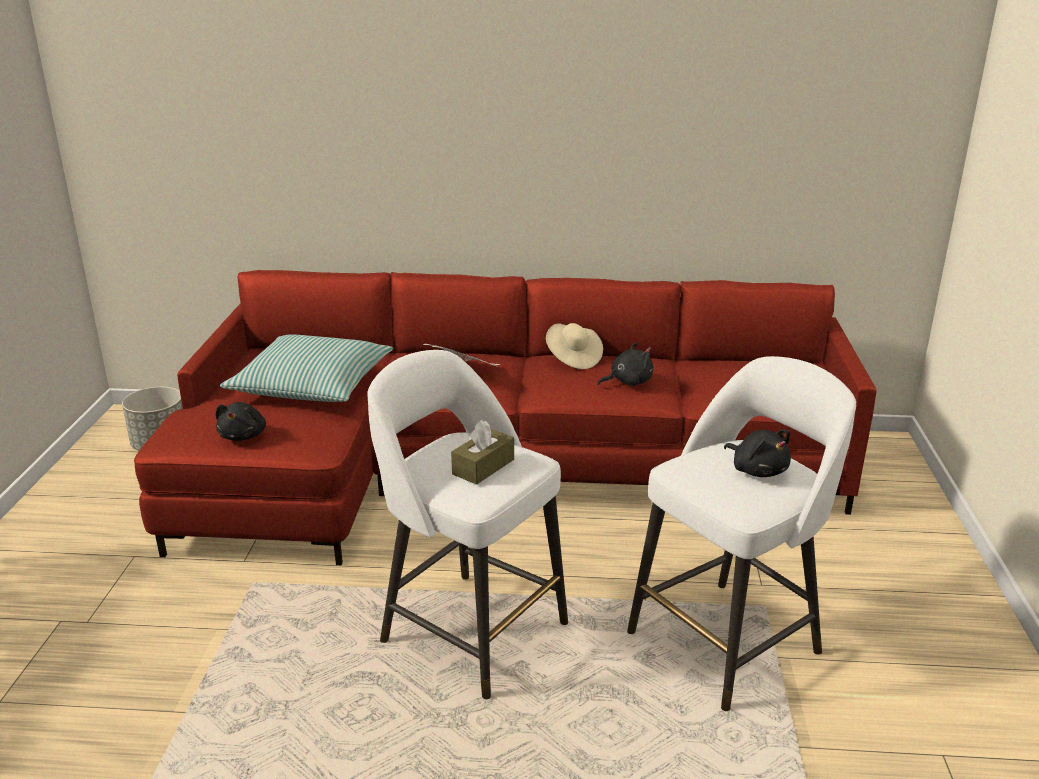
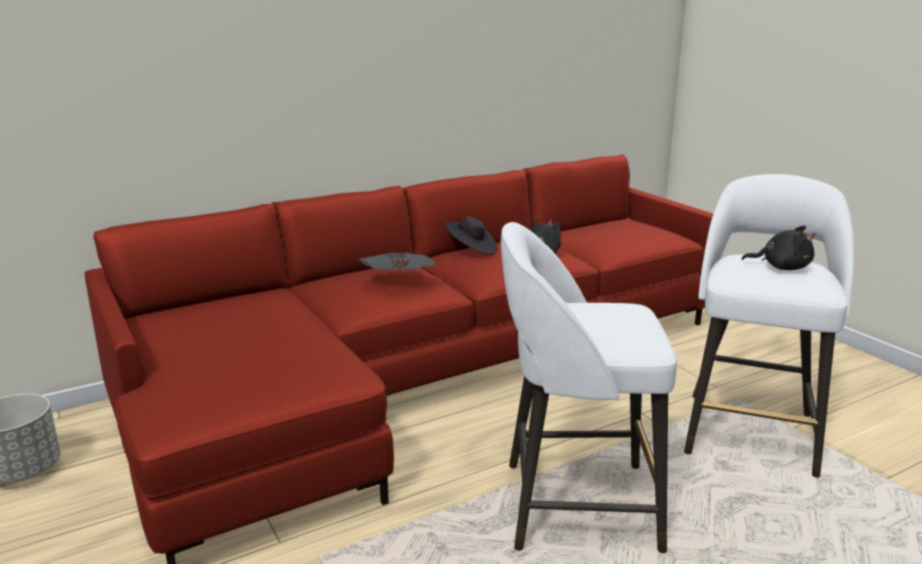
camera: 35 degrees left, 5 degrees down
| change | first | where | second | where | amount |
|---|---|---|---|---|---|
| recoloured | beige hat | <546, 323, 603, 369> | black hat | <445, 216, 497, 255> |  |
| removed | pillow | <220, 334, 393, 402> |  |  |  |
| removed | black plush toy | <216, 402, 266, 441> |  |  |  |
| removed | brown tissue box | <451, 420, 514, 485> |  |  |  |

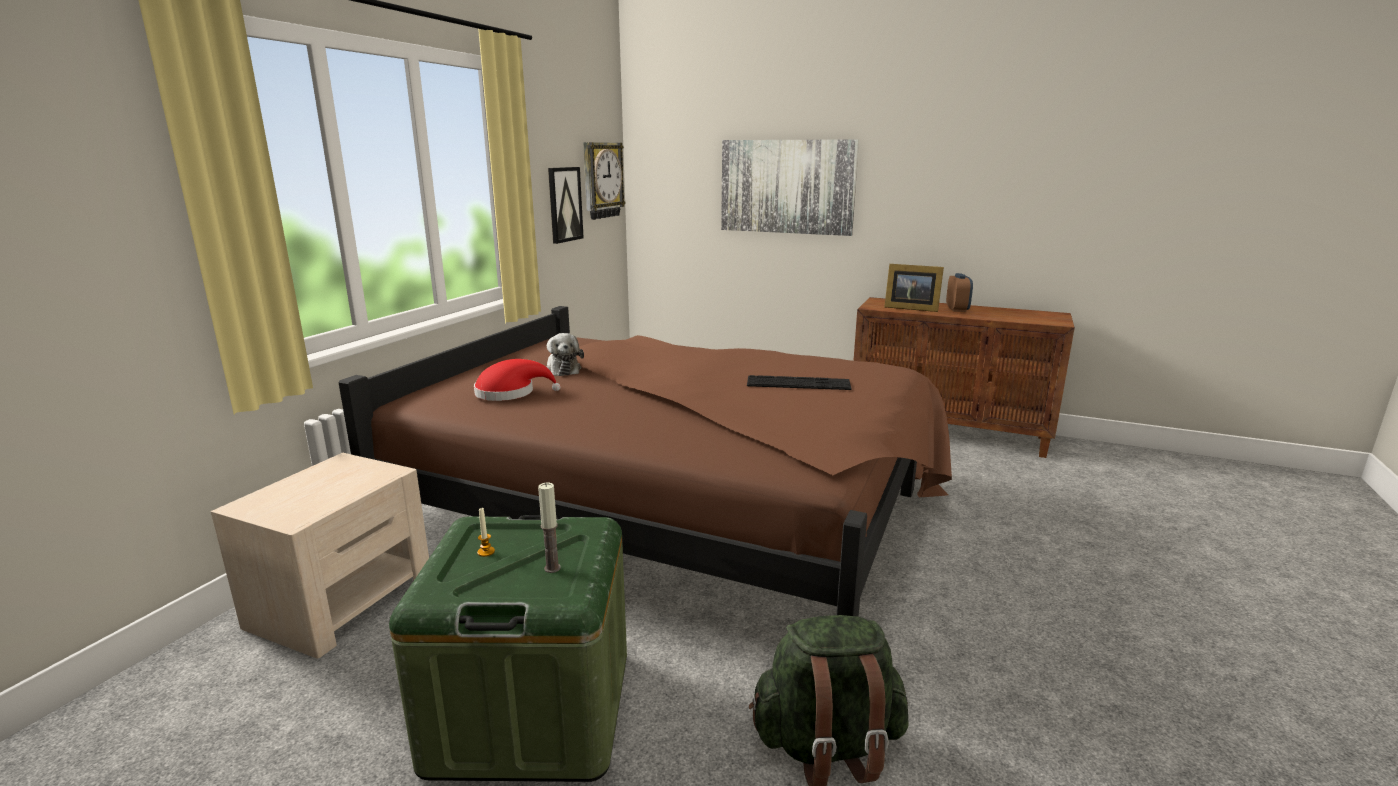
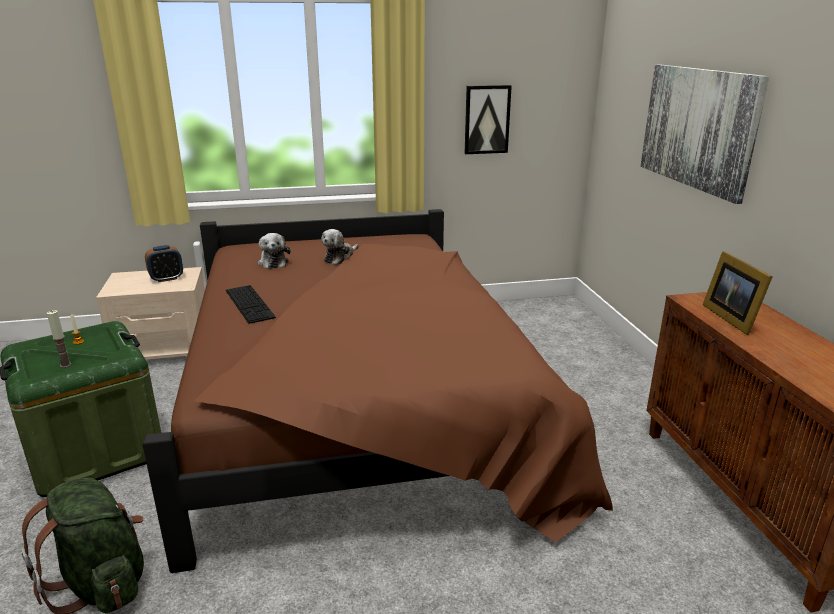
camera: 55 degrees right, 5 degrees up
| change | first | where | second | where | amount |
|---|---|---|---|---|---|
| removed | wall clock | <583, 142, 625, 220> |  |  |  |
| moved | alarm clock | <946, 273, 973, 312> |  | <145, 245, 183, 282> |  |
| replaced | red hat | <474, 359, 561, 401> | plush toy | <258, 233, 291, 269> |  |
| moved | keyboard | <747, 375, 852, 390> |  | <226, 285, 276, 324> |  |

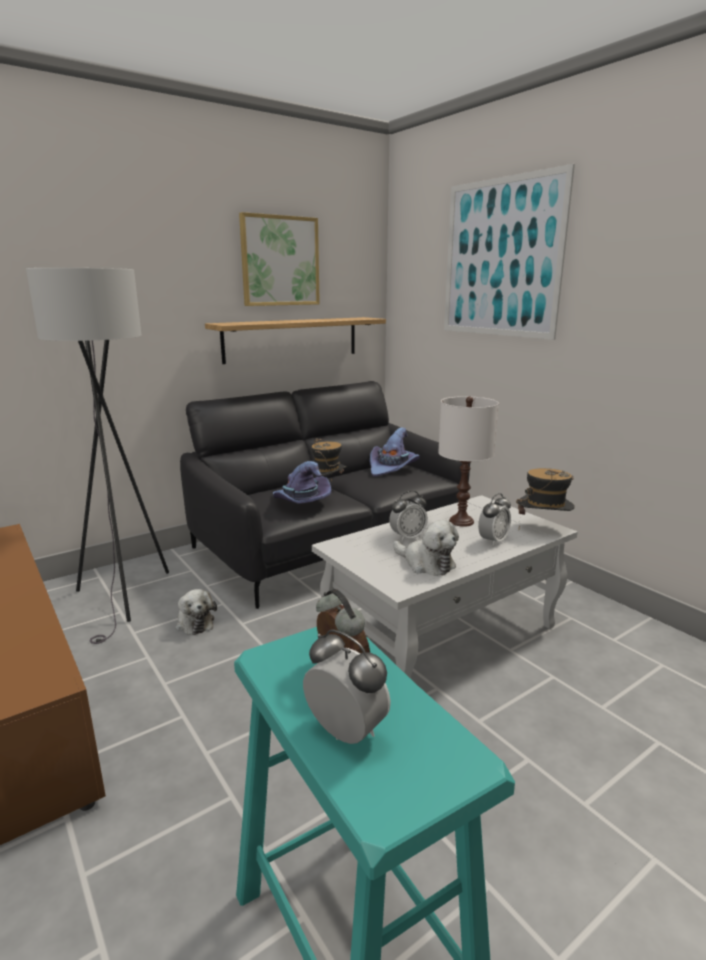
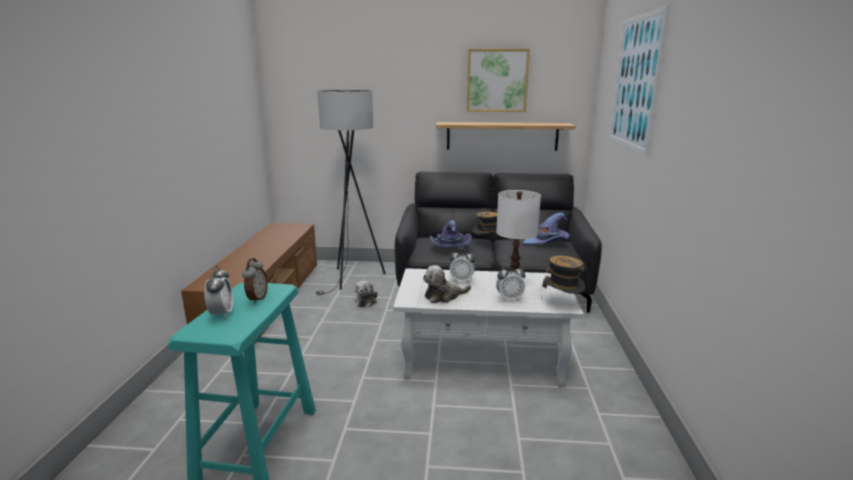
camera: 40 degrees right, 0 degrees up
| change | first | where | second | where | amount |
|---|---|---|---|---|---|
| turned | plush toy | <393, 520, 459, 576> |  | <423, 265, 471, 303> | 75 degrees clockwise |

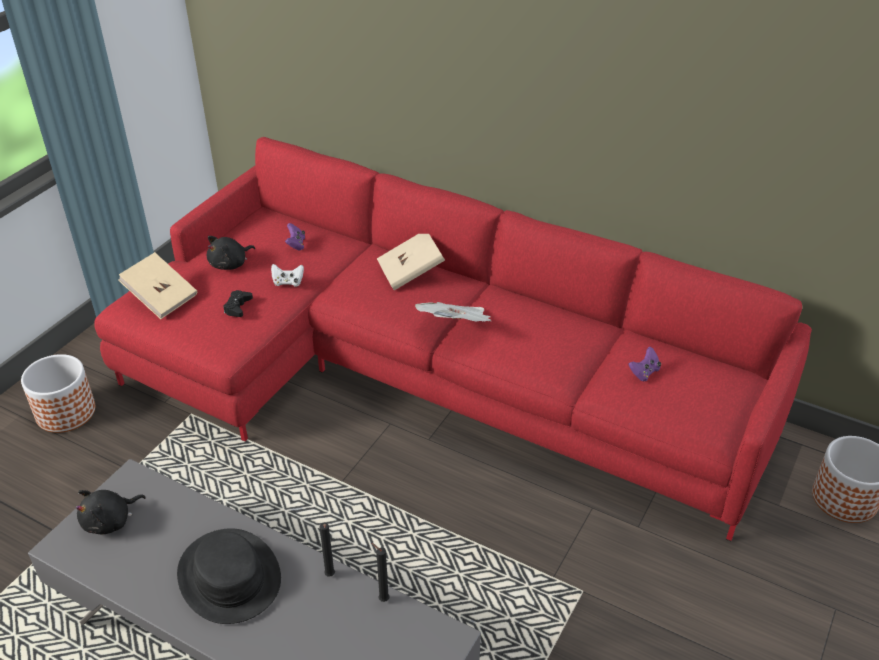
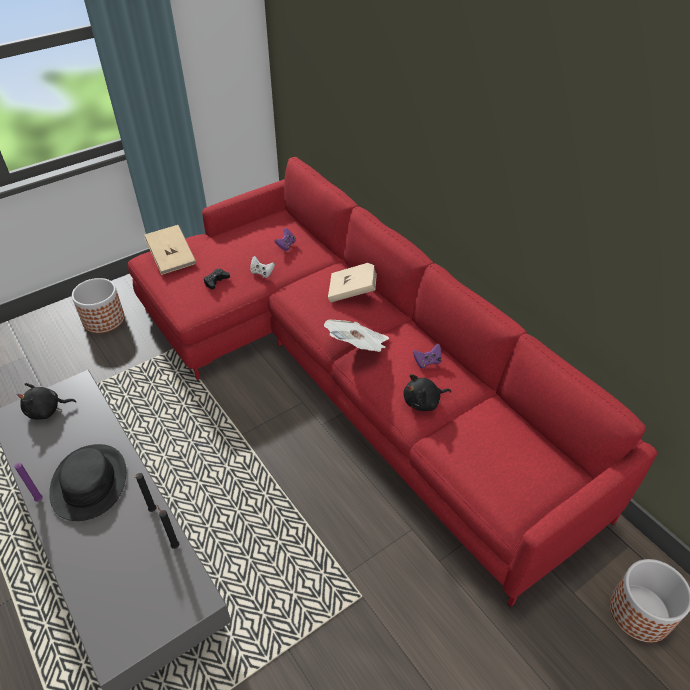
camera: 25 degrees right, 5 degrees up
| change | first | where | second | where | amount |
|---|---|---|---|---|---|
| moved | black plush toy | <207, 236, 255, 270> |  | <403, 374, 451, 411> |  |
| moved | purple game controller | <629, 347, 661, 381> |  | <413, 344, 442, 368> |  |
| added |  |  | purple candle | <14, 463, 43, 502> |  |

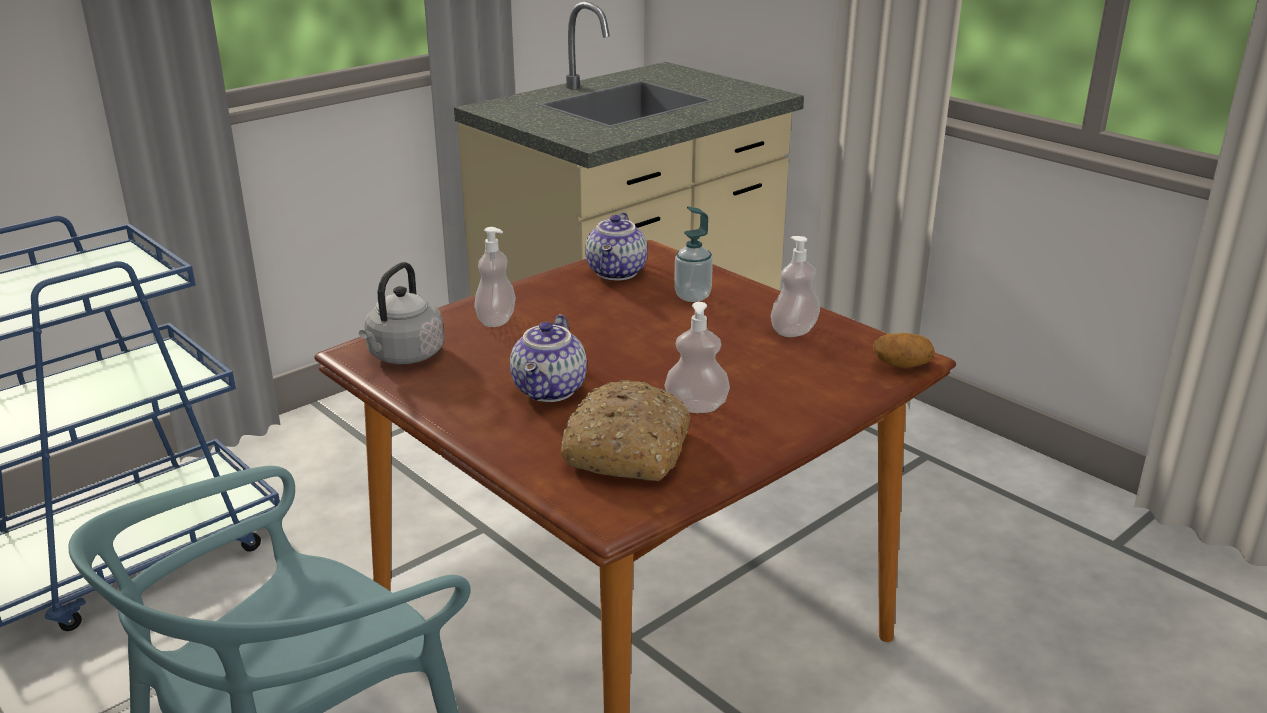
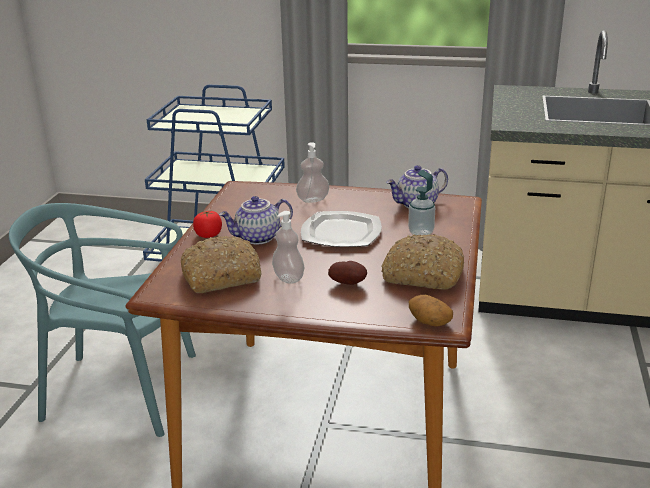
camera: 55 degrees right, 0 degrees up
| change | first | where | second | where | amount |
|---|---|---|---|---|---|
| replaced | soap dispenser | <771, 236, 820, 337> | bread | <381, 234, 464, 290> |  |
| removed | grey kettle | <359, 262, 444, 364> |  |  |  |
| added |  |  | tomato | <193, 210, 222, 238> |  |
| added |  |  | plate | <301, 211, 382, 247> |  |
| added |  |  | potato | <328, 261, 367, 285> |  |

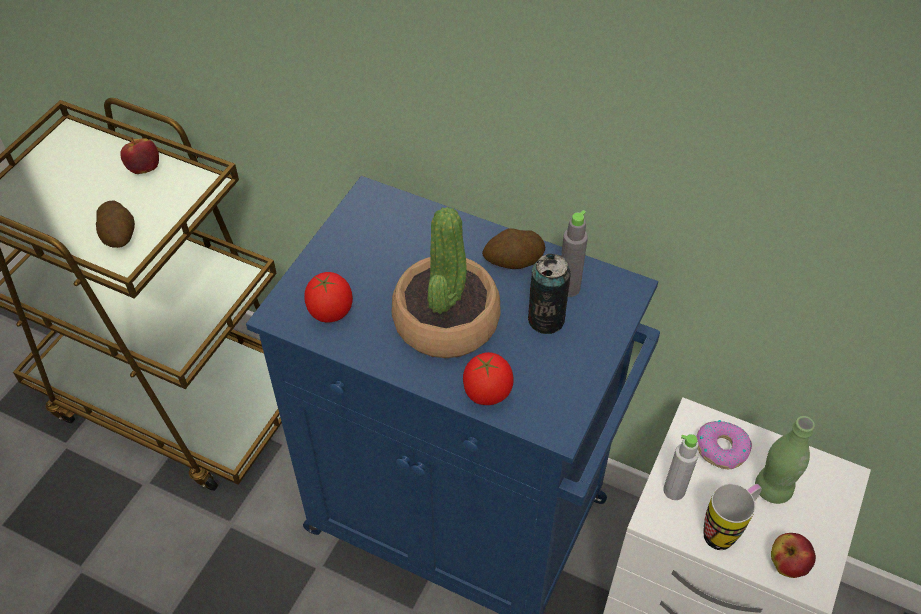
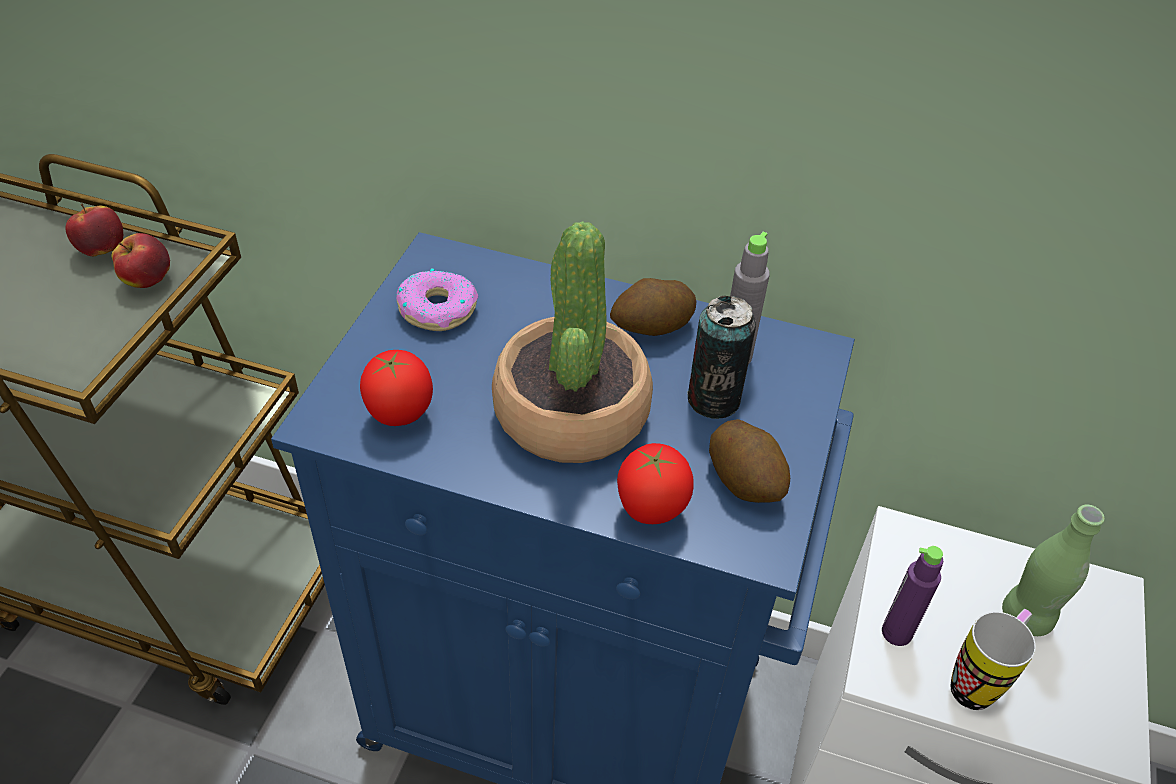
camera: 10 degrees left, 5 degrees down
| change | first | where | second | where | amount |
|---|---|---|---|---|---|
| moved | potato | <96, 201, 135, 248> |  | <709, 419, 790, 503> |  |
| moved | donut | <697, 420, 752, 469> |  | <397, 269, 478, 331> |  |
| recoloured | grey bottle | <663, 434, 699, 500> | purple bottle | <882, 546, 943, 646> |  |
| moved | apple | <771, 533, 816, 578> |  | <111, 233, 170, 288> |  |

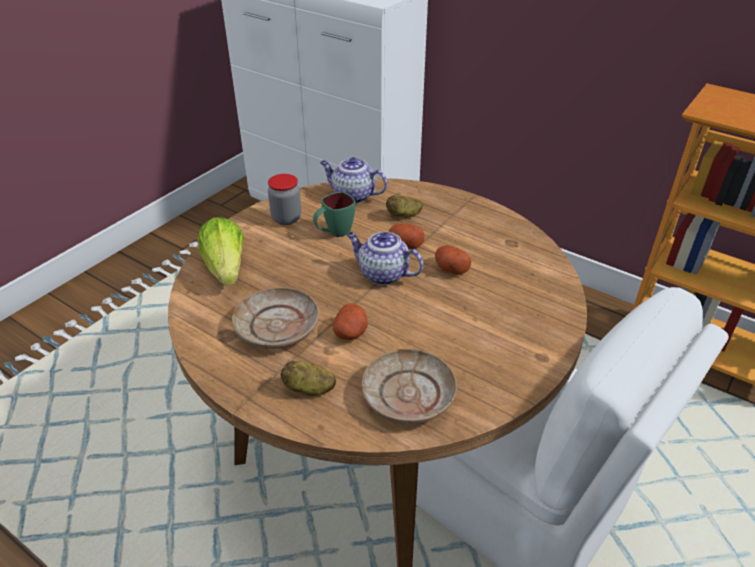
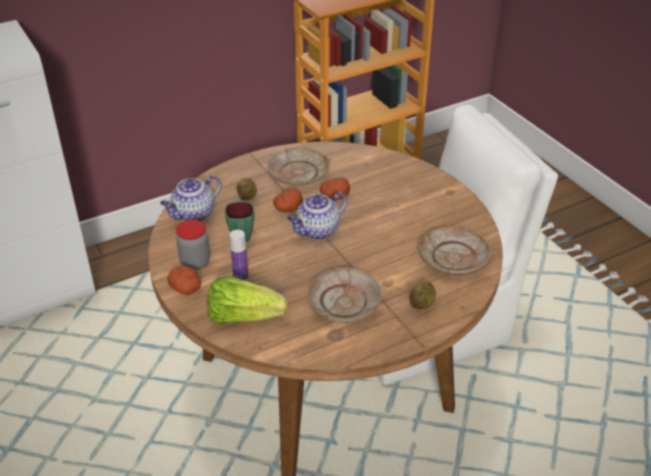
camera: 65 degrees left, 0 degrees up
| change | first | where | second | where | amount |
|---|---|---|---|---|---|
| moved | potato | <333, 303, 368, 340> |  | <167, 265, 201, 295> |  |
| added |  |  | beige plate | <267, 147, 330, 185> |  |
| added |  |  | bottle | <230, 230, 248, 280> |  |

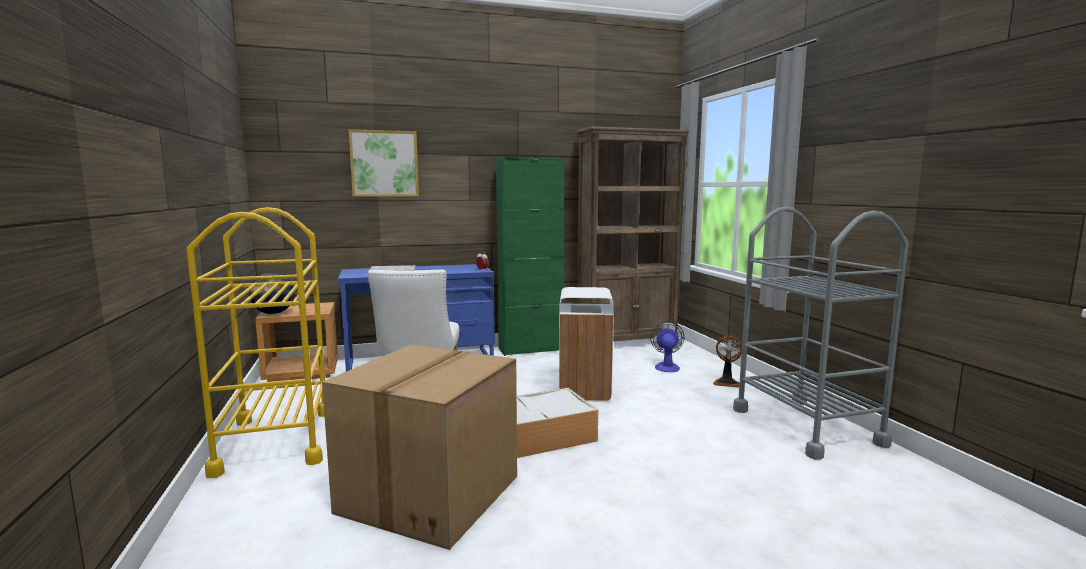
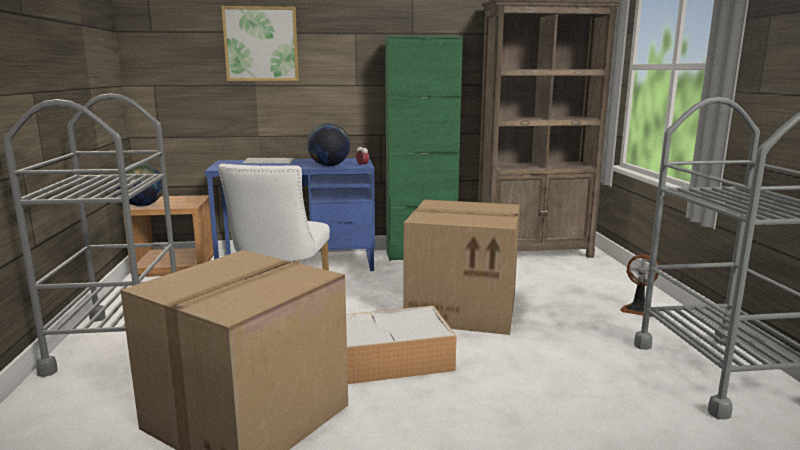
camera: 10 degrees right, 5 degrees up
| change | first | where | second | where | amount |
|---|---|---|---|---|---|
| recoloured | yellow cart | <187, 207, 325, 478> | grey cart | <3, 93, 177, 377> |  |
| replaced | white trash can | <559, 287, 614, 402> | cardboard box | <403, 199, 520, 335> |  |
| removed | fan | <650, 321, 684, 372> |  |  |  |
| added |  |  | globe | <307, 123, 350, 166> |  |

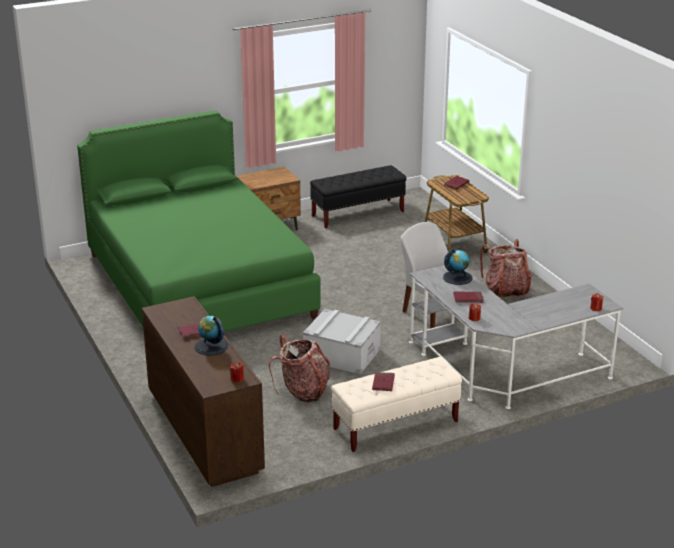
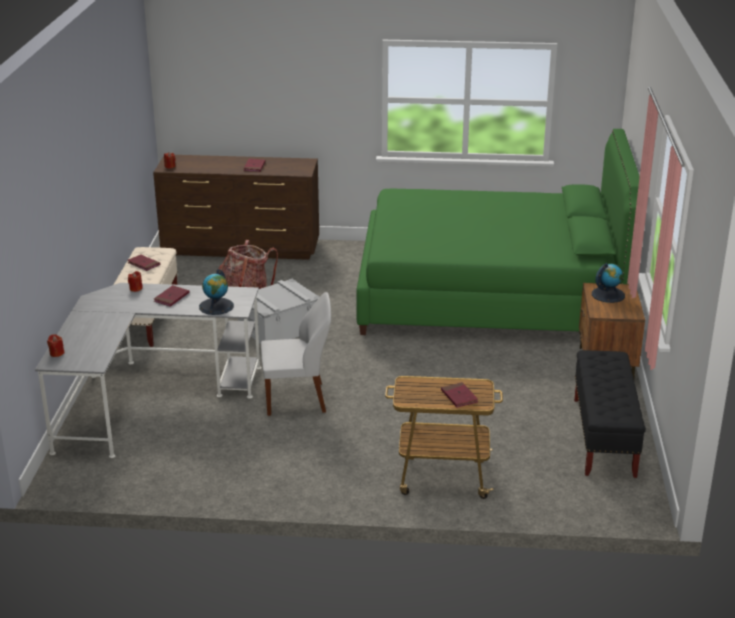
camera: 120 degrees right, 0 degrees up
| change | first | where | second | where | amount |
|---|---|---|---|---|---|
| removed | backpack | <480, 239, 531, 299> |  |  |  |
| moved | globe | <195, 316, 228, 356> |  | <592, 263, 625, 303> |  |

